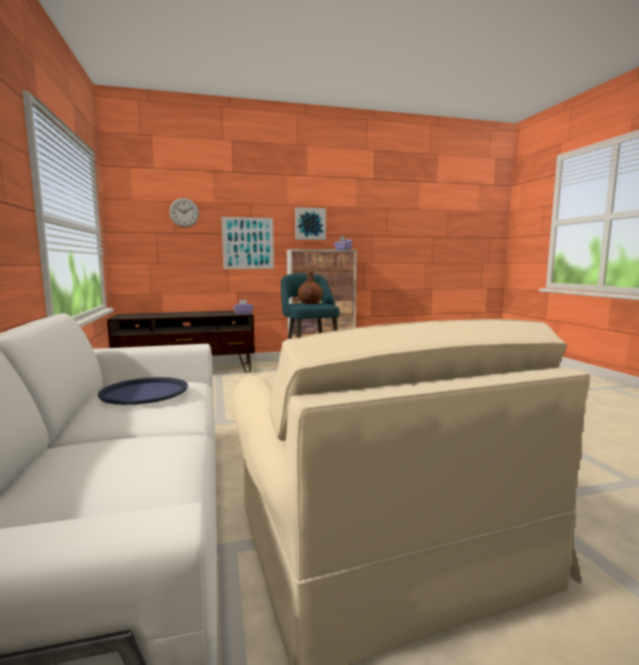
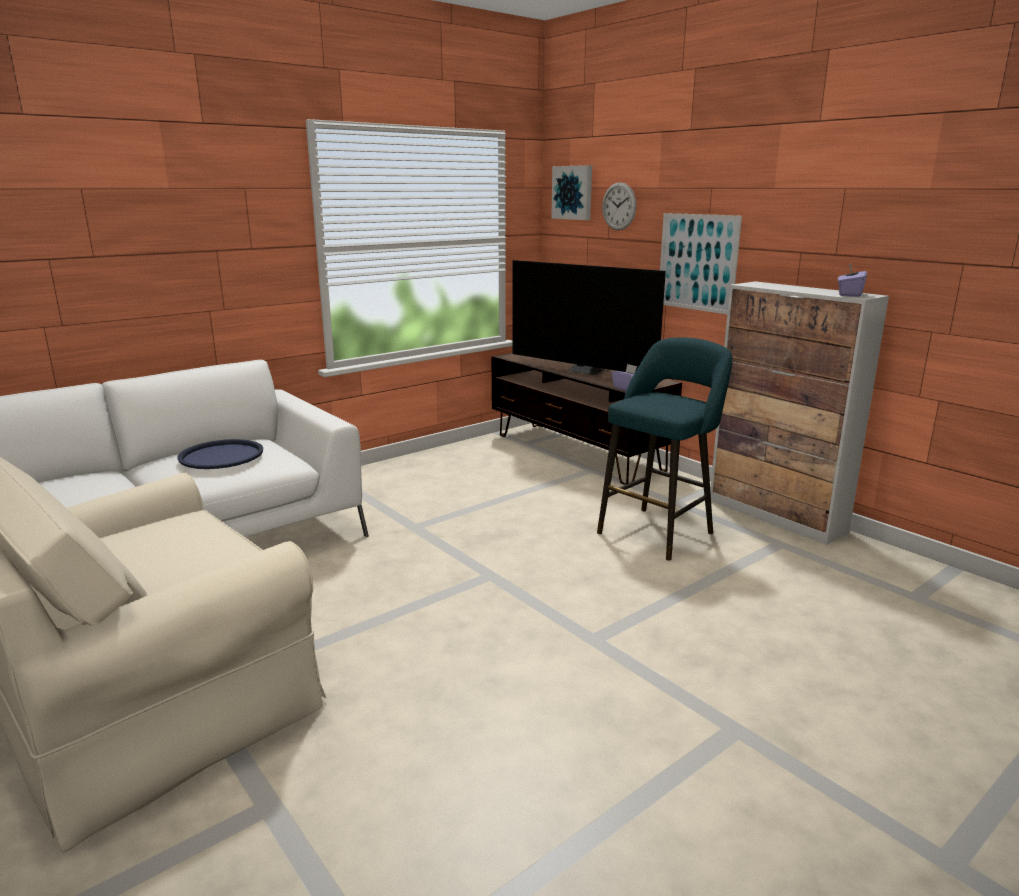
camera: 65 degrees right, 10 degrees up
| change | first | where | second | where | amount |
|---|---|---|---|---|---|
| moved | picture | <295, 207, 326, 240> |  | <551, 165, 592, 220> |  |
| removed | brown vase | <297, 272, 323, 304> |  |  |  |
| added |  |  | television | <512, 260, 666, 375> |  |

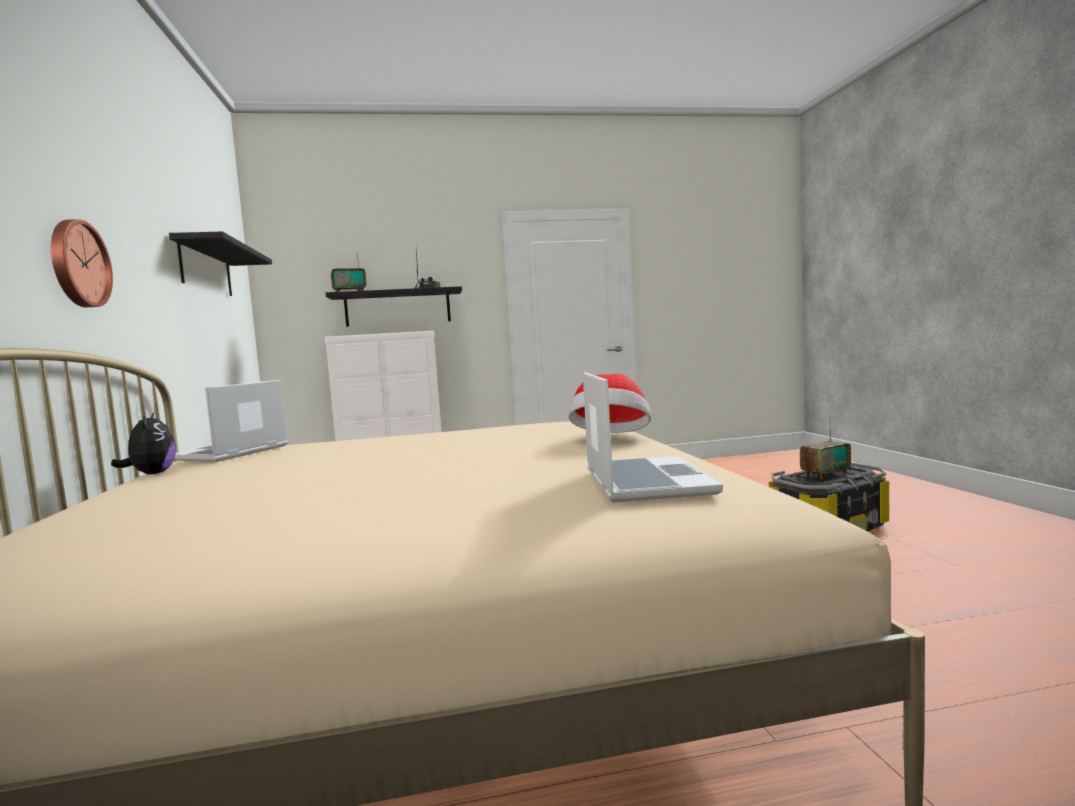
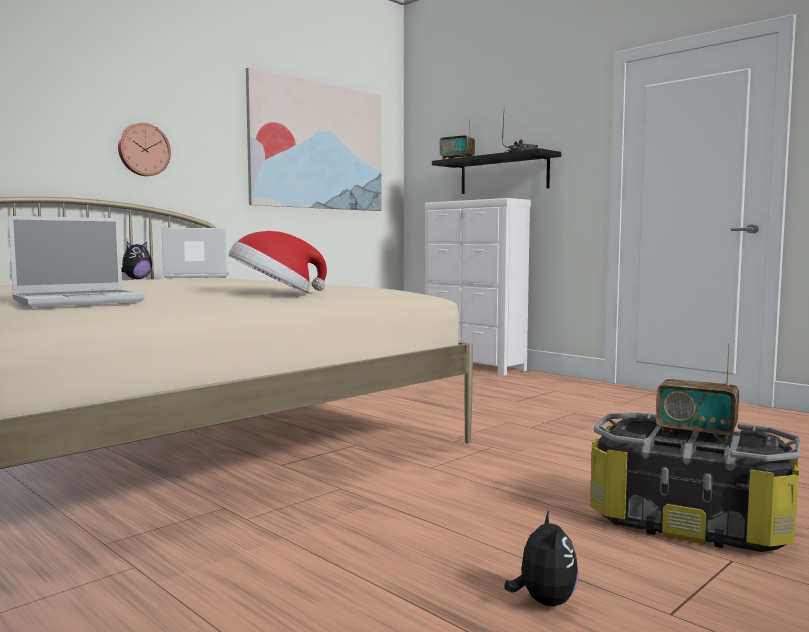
camera: 55 degrees right, 0 degrees up
| change | first | where | second | where | amount |
|---|---|---|---|---|---|
| replaced | black shelf | <169, 232, 272, 296> | picture | <246, 67, 382, 211> |  |
| added |  |  | plush toy | <504, 511, 578, 606> |  |

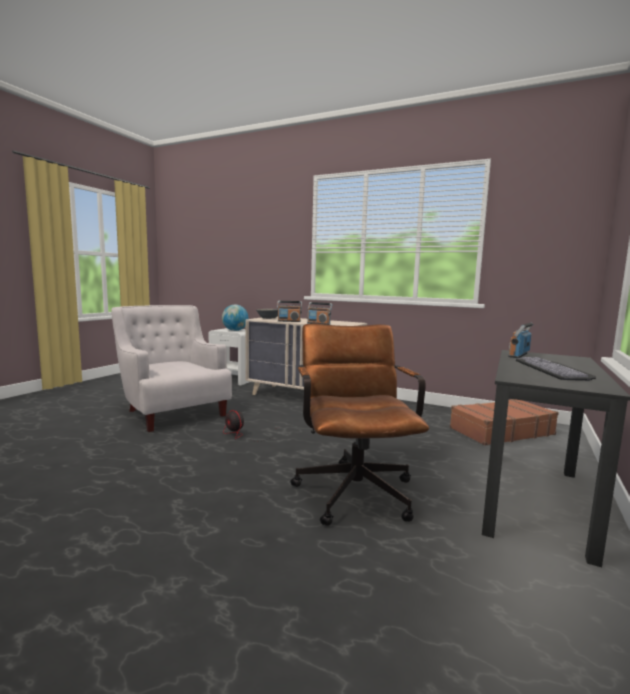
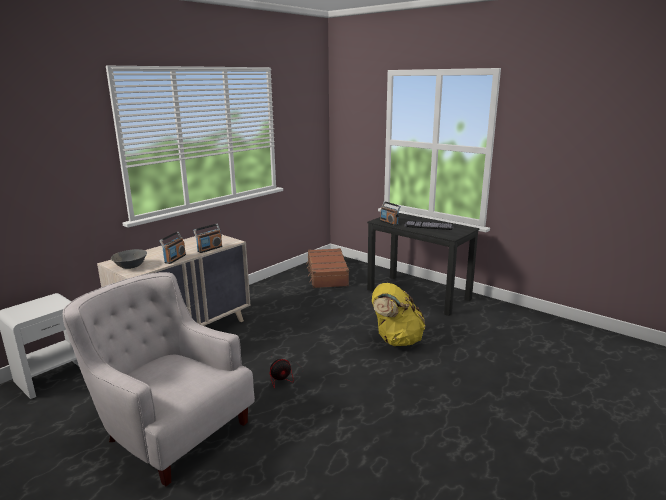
camera: 75 degrees left, 10 degrees up
| change | first | where | second | where | amount |
|---|---|---|---|---|---|
| turned | white armchair | <111, 305, 232, 432> |  | <63, 272, 255, 486> | 60 degrees clockwise |
| removed | globe | <222, 305, 248, 331> |  |  |  |
| replaced | brown office chair | <290, 324, 429, 526> | yellow backpack | <372, 283, 425, 346> |  |

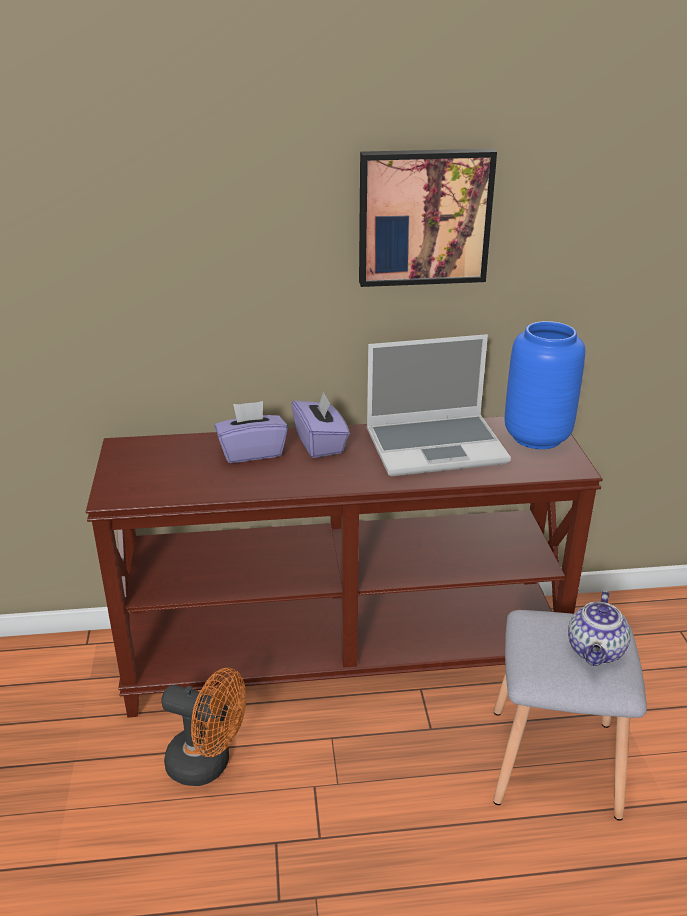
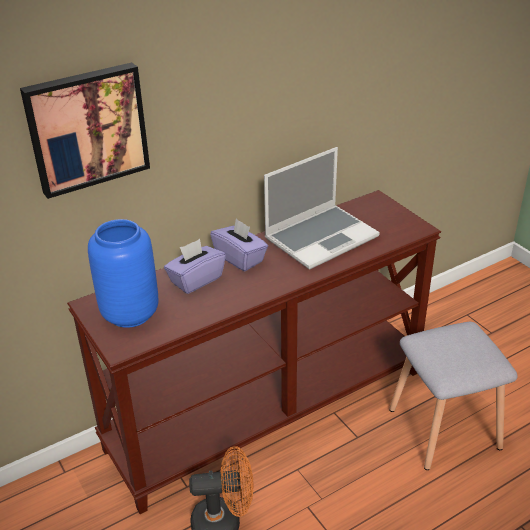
camera: 25 degrees left, 5 degrees up
| change | first | where | second | where | amount |
|---|---|---|---|---|---|
| moved | picture | <359, 148, 497, 287> |  | <20, 62, 150, 199> |  |
| moved | blue vase | <505, 321, 585, 449> |  | <88, 219, 159, 328> |  |
| removed | teapot | <568, 591, 631, 666> |  |  |  |

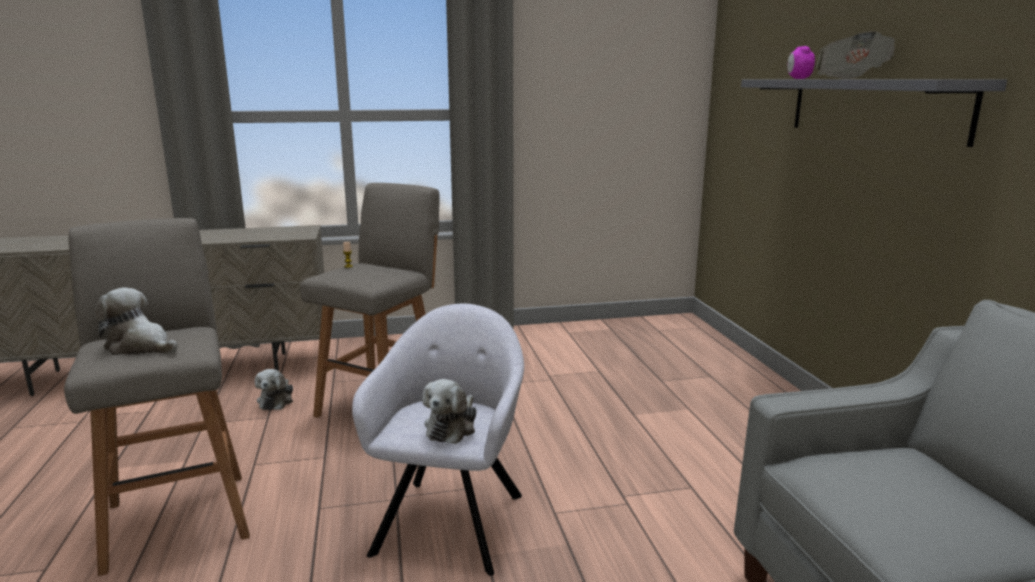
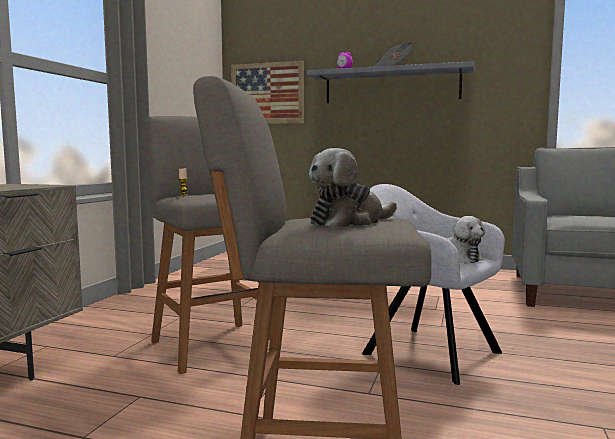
camera: 60 degrees left, 10 degrees down
| change | first | where | second | where | amount |
|---|---|---|---|---|---|
| removed | plush toy | <255, 369, 293, 410> |  |  |  |
| added |  |  | picture | <231, 61, 304, 124> |  |

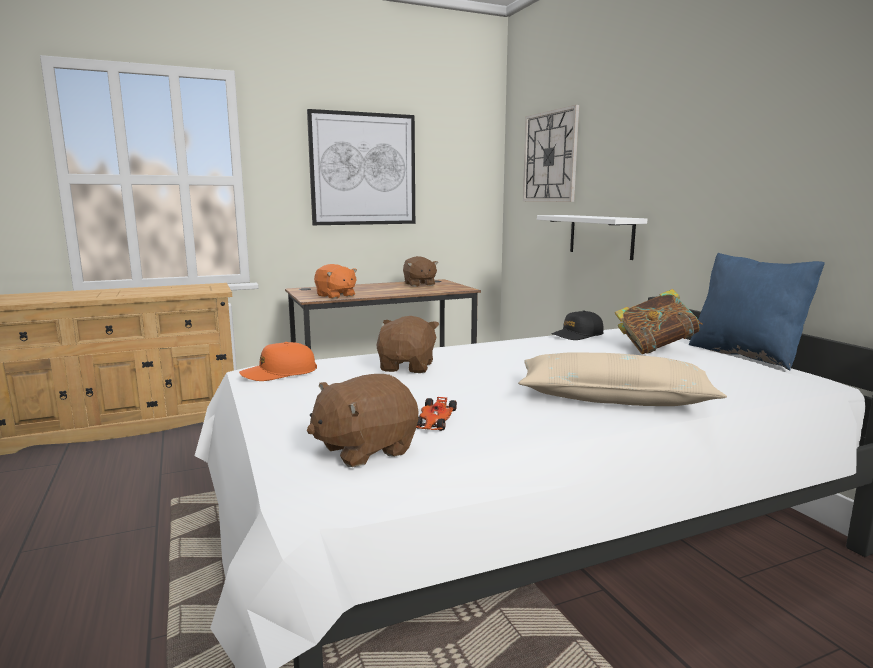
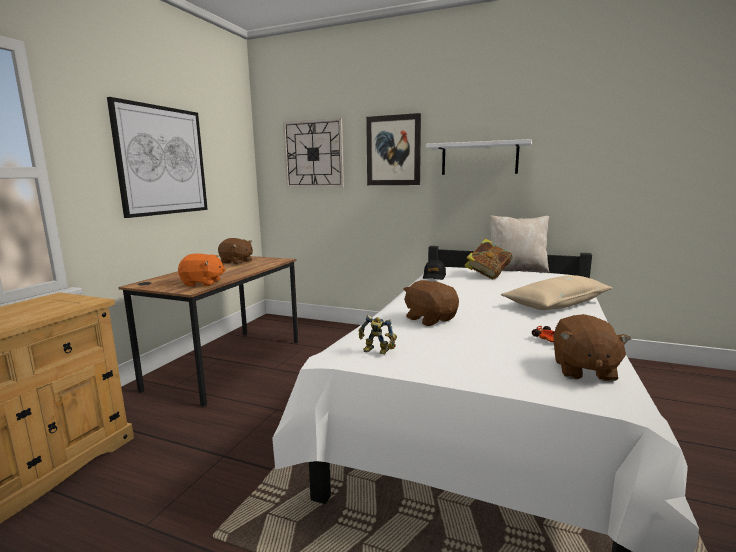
camera: 45 degrees left, 0 degrees up
| change | first | where | second | where | amount |
|---|---|---|---|---|---|
| moved | white shelf | <537, 215, 647, 260> |  | <426, 139, 532, 175> |  |
| recoloured | blue pillow | <689, 253, 825, 370> | beige pillow | <490, 215, 549, 273> |  |
| replaced | orange cap | <239, 342, 317, 381> | toy robot | <358, 315, 397, 354> |  |
| added |  |  | picture | <366, 113, 421, 185> |  |

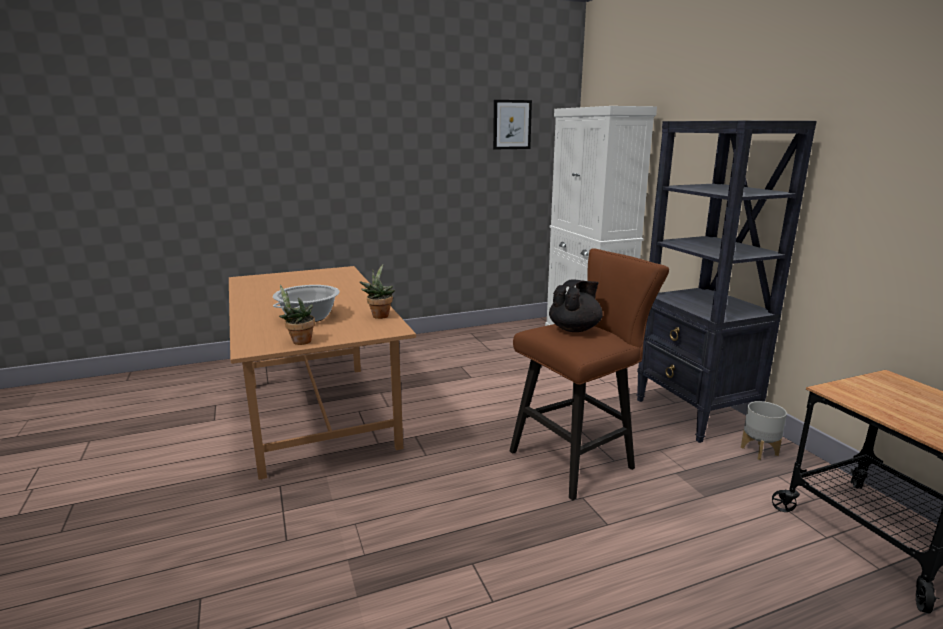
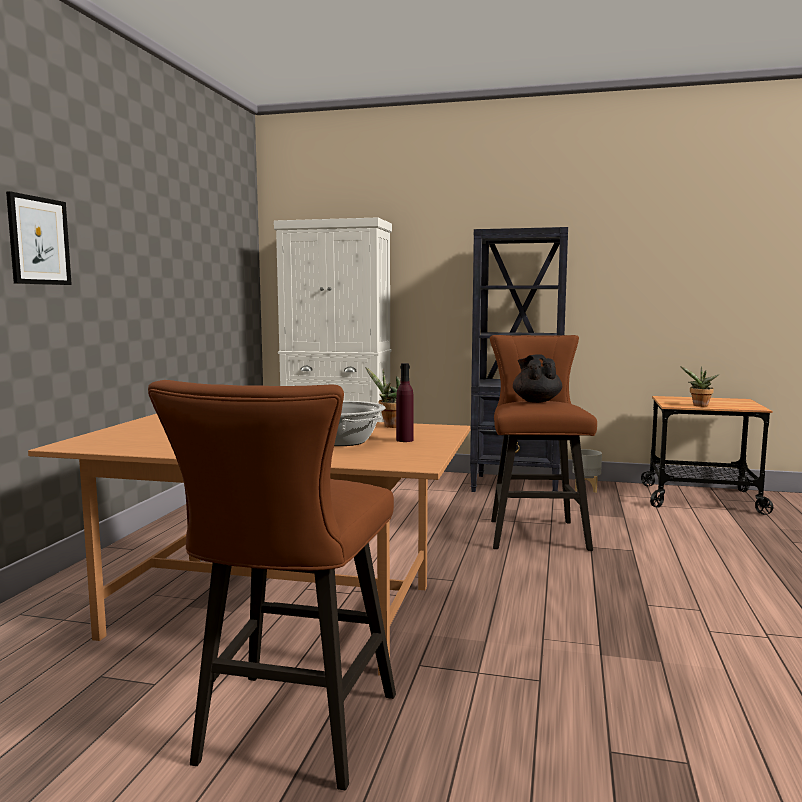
camera: 55 degrees left, 10 degrees down
| change | first | where | second | where | amount |
|---|---|---|---|---|---|
| moved | picture | <493, 100, 532, 149> |  | <6, 191, 72, 285> |  |
| moved | potted plant | <279, 285, 315, 345> |  | <680, 366, 719, 407> |  |
| added |  |  | purple bottle | <396, 363, 414, 442> |  |
| added |  |  | brown stool | <148, 380, 396, 790> |  |

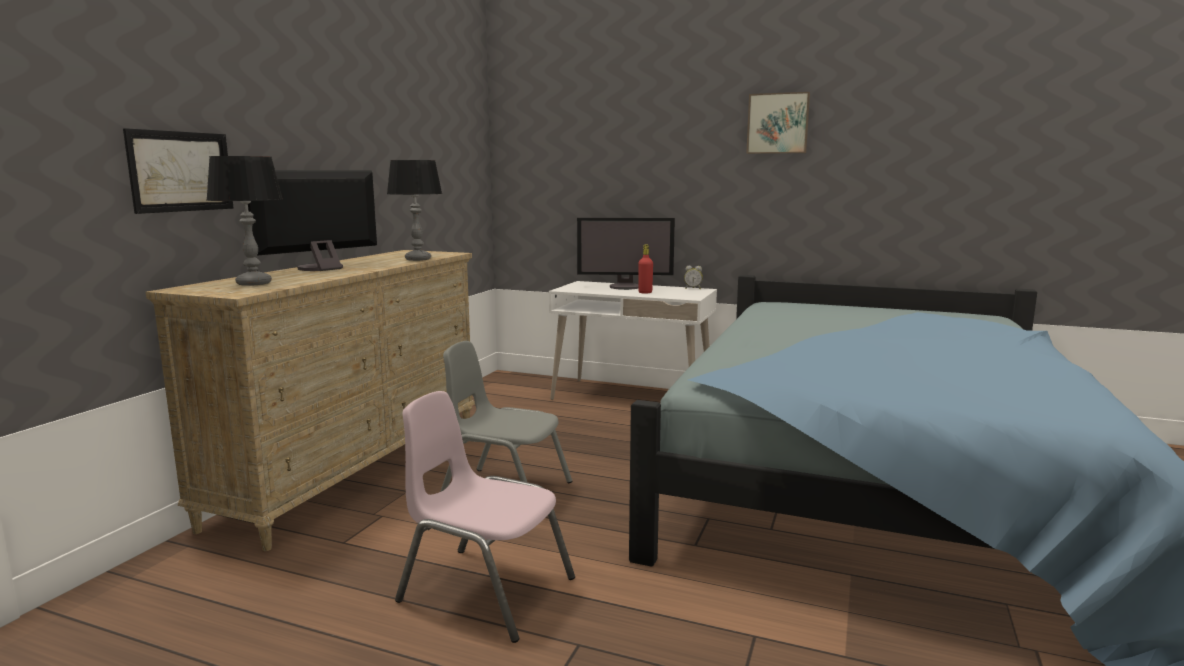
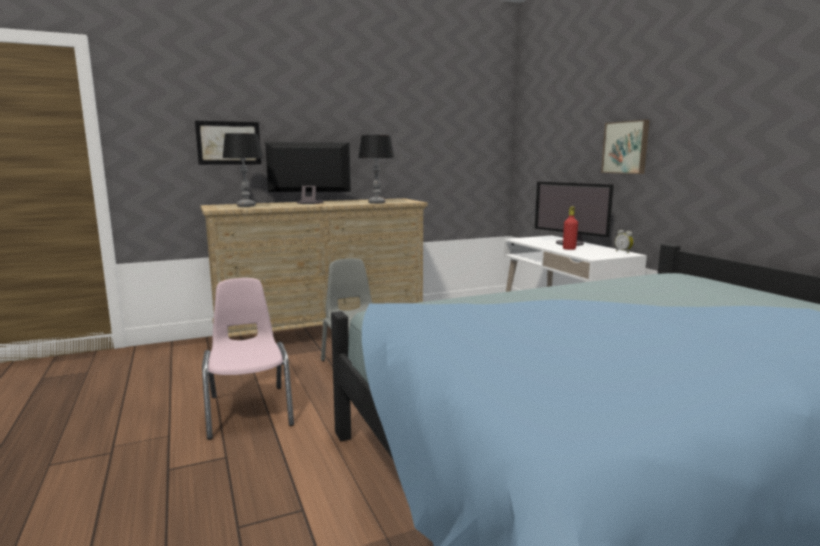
camera: 45 degrees right, 0 degrees up
| change | first | where | second | where | amount |
|---|---|---|---|---|---|
| moved | picture | <746, 92, 810, 154> |  | <601, 120, 649, 174> |  |

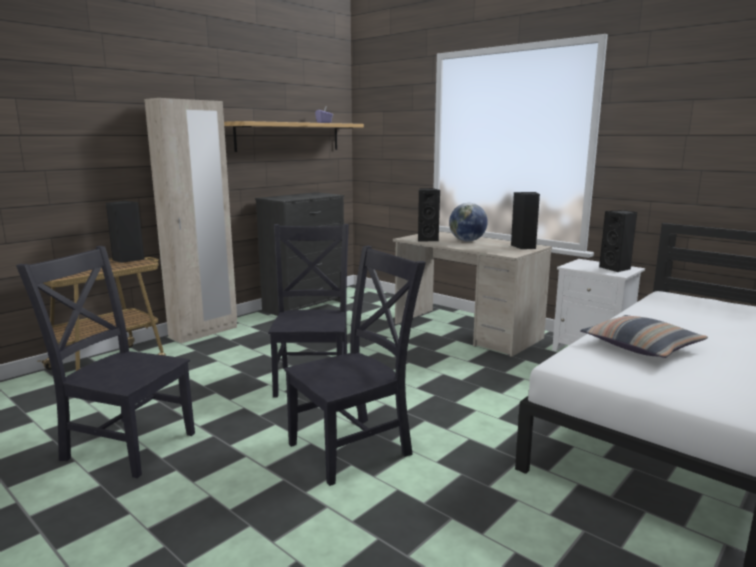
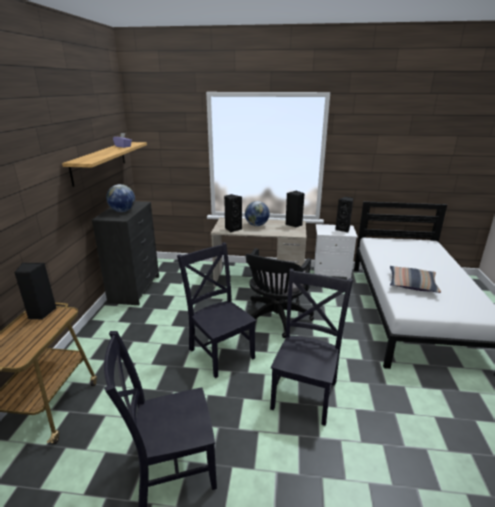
camera: 35 degrees left, 10 degrees up
| change | first | where | second | where | amount |
|---|---|---|---|---|---|
| removed | beige wardrobe | <144, 98, 237, 344> |  |  |  |
| added |  |  | globe | <106, 184, 135, 212> |  |
| added |  |  | black office chair | <246, 248, 314, 338> |  |

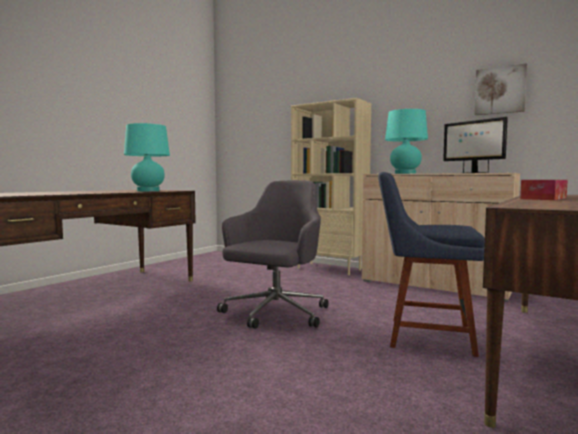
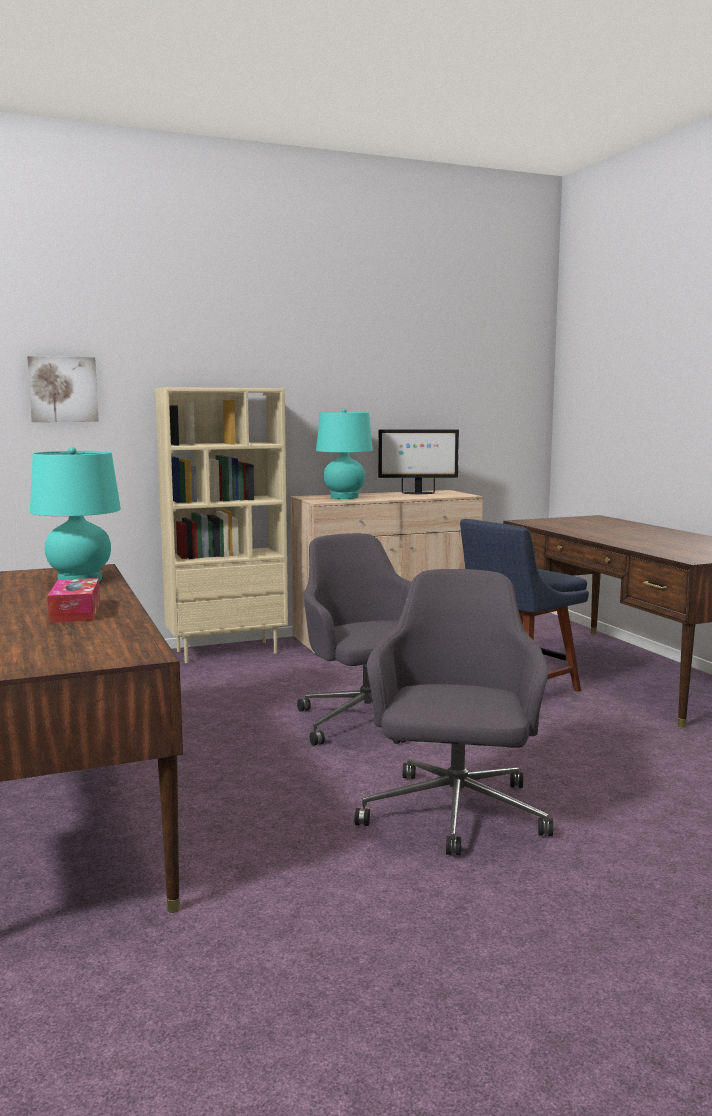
camera: 55 degrees left, 5 degrees up
| change | first | where | second | where | amount |
|---|---|---|---|---|---|
| moved | picture | <474, 63, 527, 115> |  | <27, 356, 99, 422> |  |
| moved | tissue box | <520, 180, 568, 200> |  | <47, 578, 100, 623> |  |
| added |  |  | grey office chair | <355, 569, 553, 855> |  |

